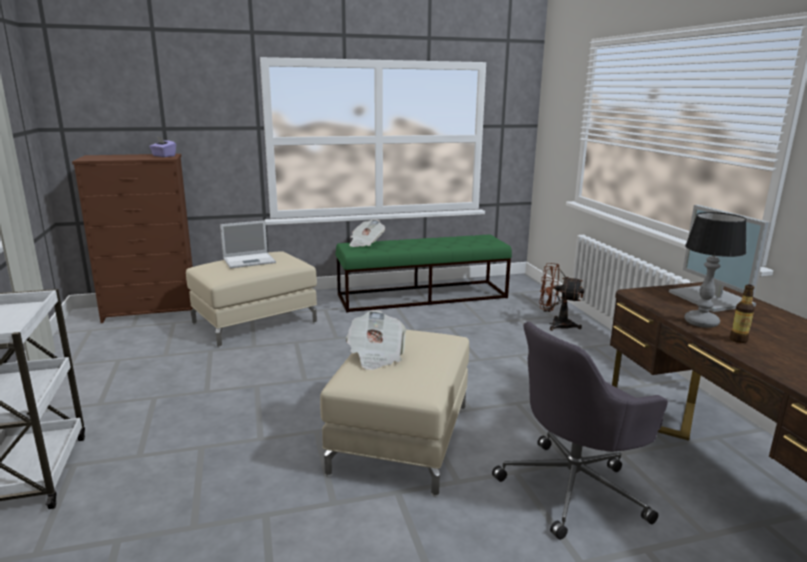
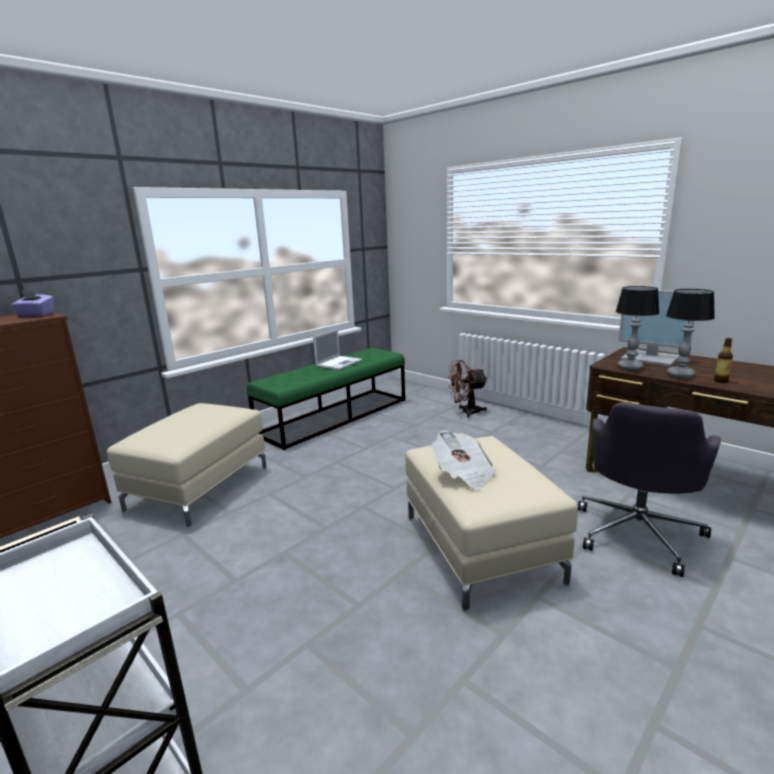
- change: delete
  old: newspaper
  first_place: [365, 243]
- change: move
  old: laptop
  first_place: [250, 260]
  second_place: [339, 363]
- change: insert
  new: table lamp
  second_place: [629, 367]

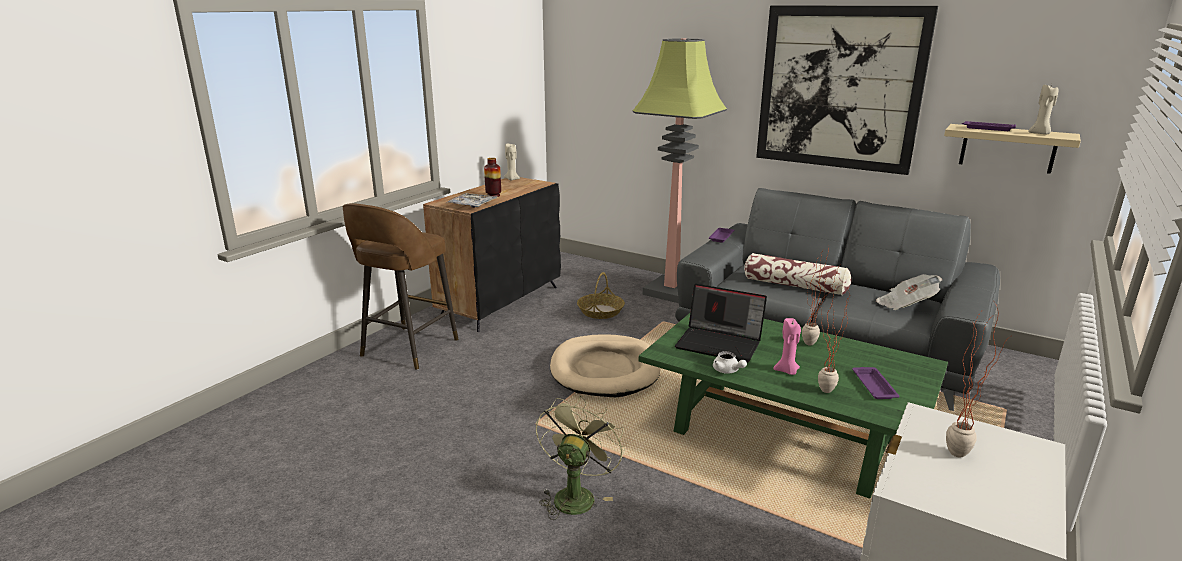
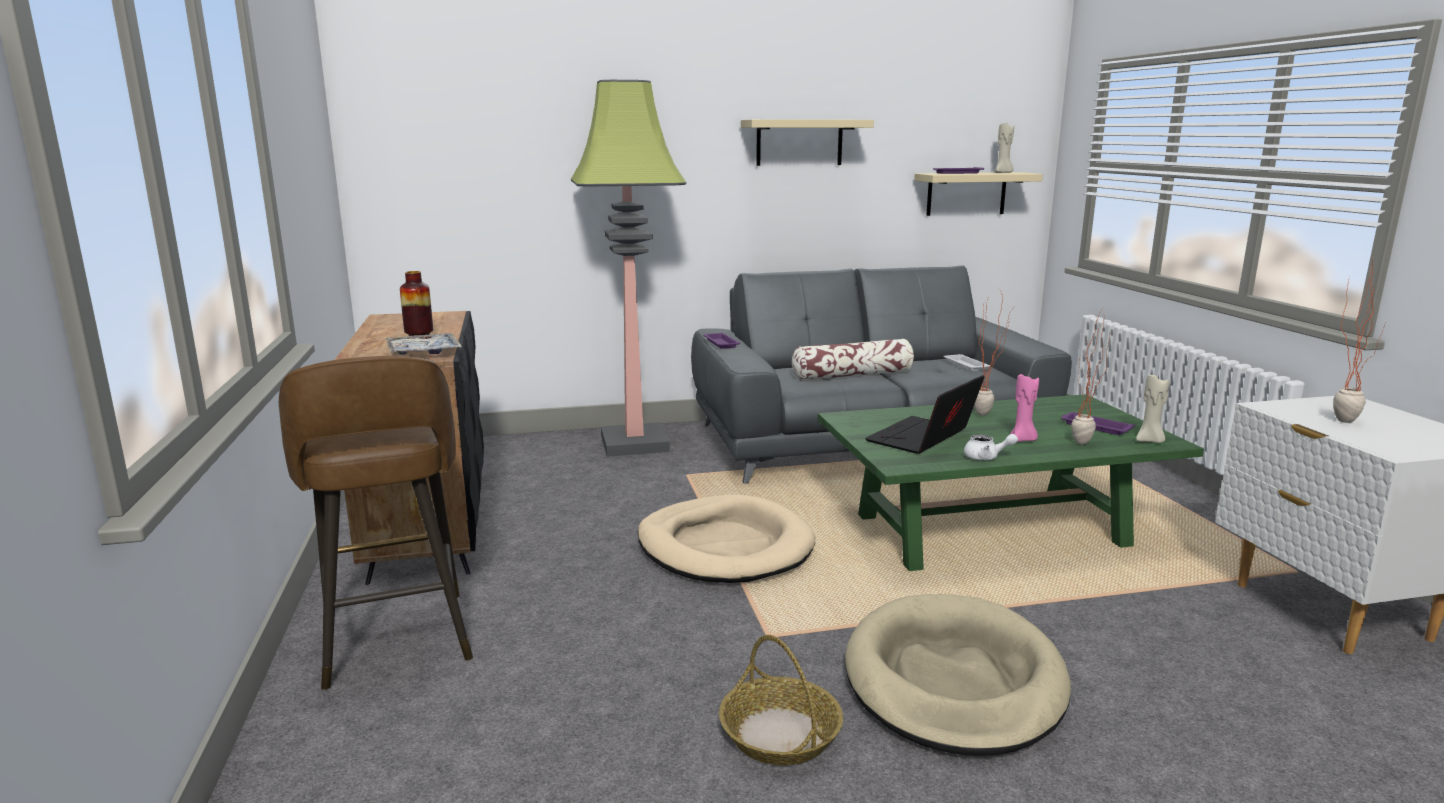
- change: replace
  old: picture
  new: shelf/beige
  first_place: [839, 88]
  second_place: [799, 142]
- change: move
  old: candle/beige
  first_place: [511, 179]
  second_place: [1149, 441]
- change: move
  old: basket
  first_place: [600, 311]
  second_place: [779, 734]
- change: replace
  old: newspaper
  new: tray/white
  first_place: [905, 305]
  second_place: [965, 365]
- change: rotate
  old: laptop
  first_place: [720, 343]
  second_place: [923, 439]
  degrees: 150
- change: replace
  old: fan/green
  new: dog bed/beige
  first_place: [576, 494]
  second_place: [953, 680]

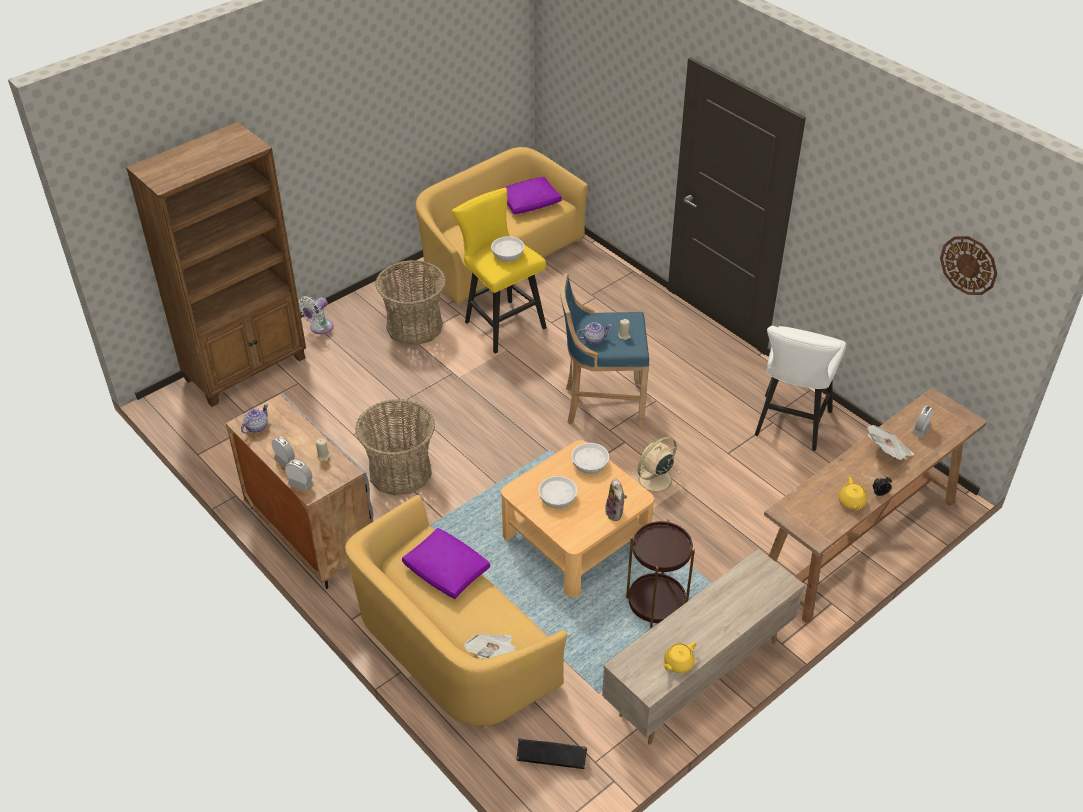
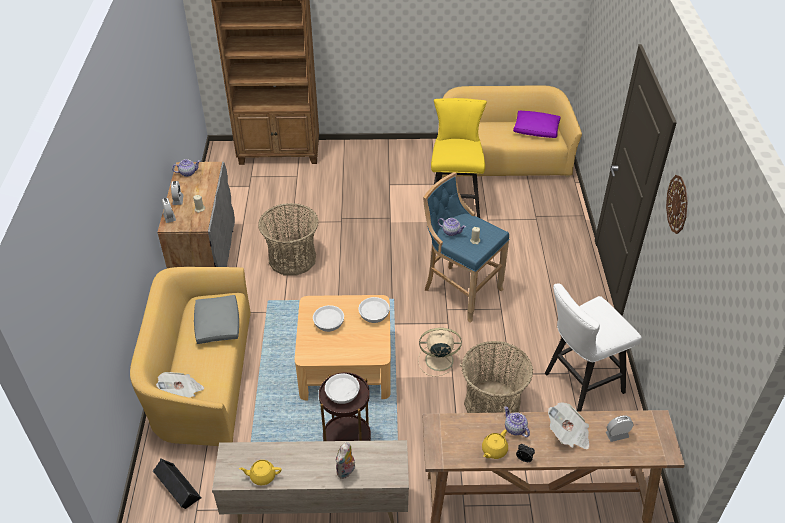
- change: move
  old: bowl/white
  first_place: [507, 255]
  second_place: [342, 394]
- change: move
  old: wall clock
  first_place: [969, 265]
  second_place: [677, 204]
- change: move
  old: basket
  first_place: [414, 326]
  second_place: [492, 404]
- change: delete
  old: fan/white
  first_place: [319, 328]
- change: move
  old: plush toy
  first_place: [616, 513]
  second_place: [346, 471]
- change: recolor
  old: pillow/purple
  new: pillow/grey
  first_place: [446, 570]
  second_place: [217, 324]
- change: insert
  new: teapot
  second_place: [514, 428]

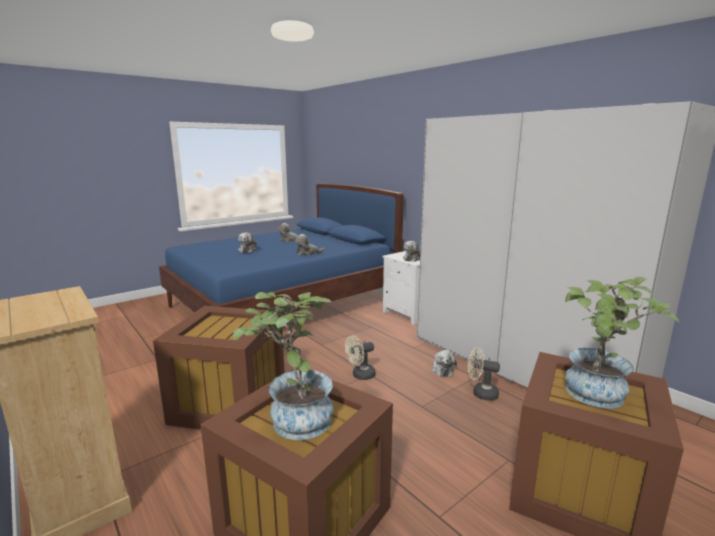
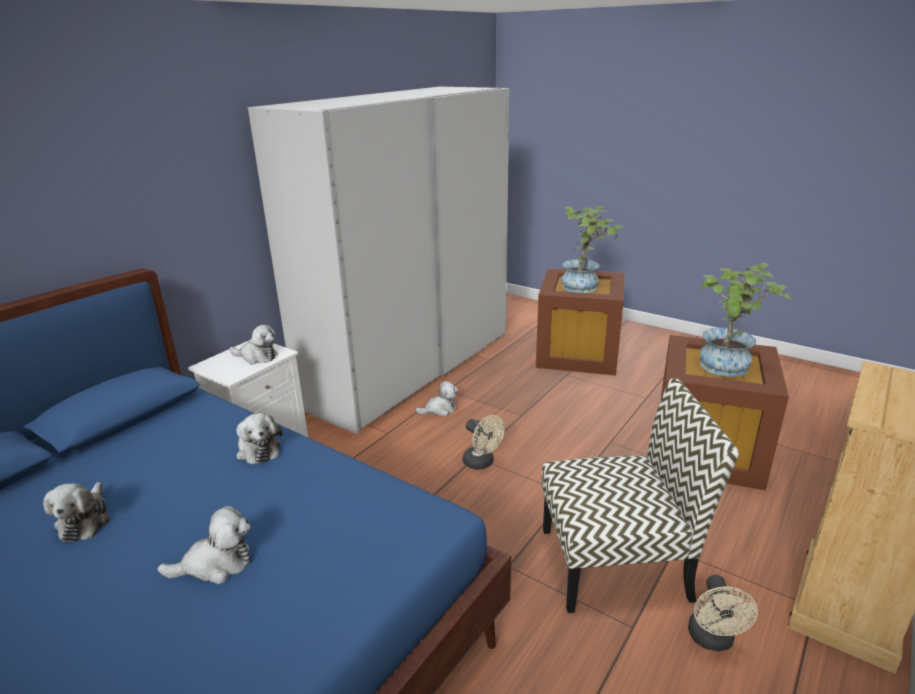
- change: replace
  old: storage box/brown
  new: chair
  first_place: [227, 404]
  second_place: [617, 562]
- change: move
  old: fan/beige
  first_place: [481, 393]
  second_place: [712, 640]

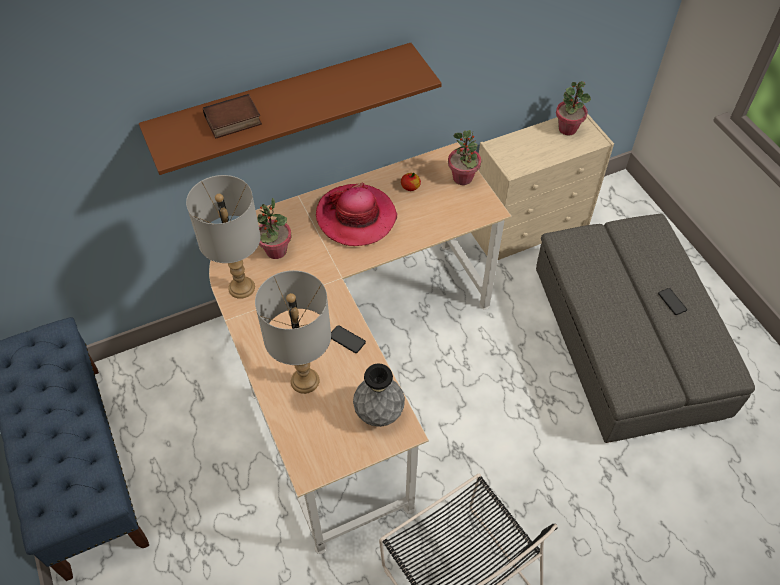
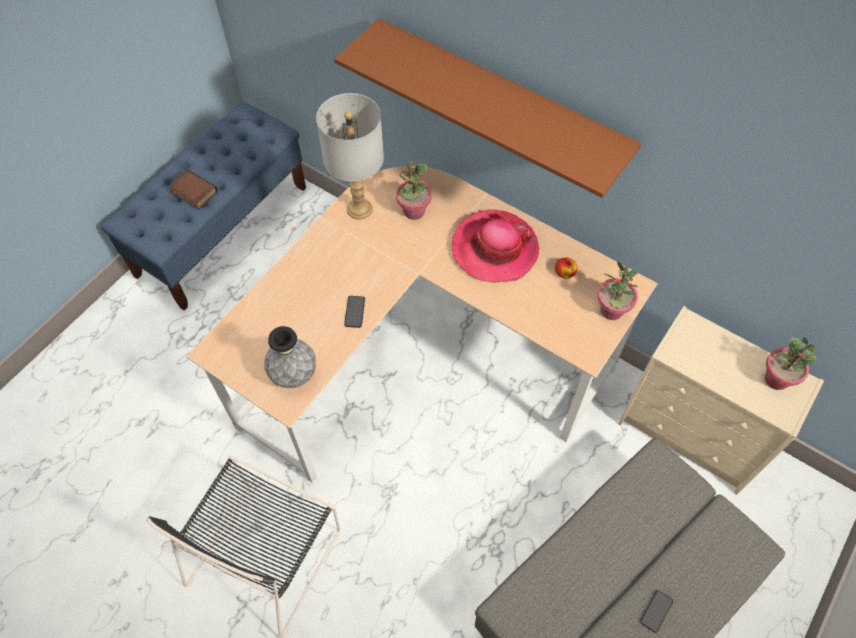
- change: move
  old: book
  first_place: [232, 122]
  second_place: [193, 192]
- change: delete
  old: table lamp/grey
  first_place: [305, 381]

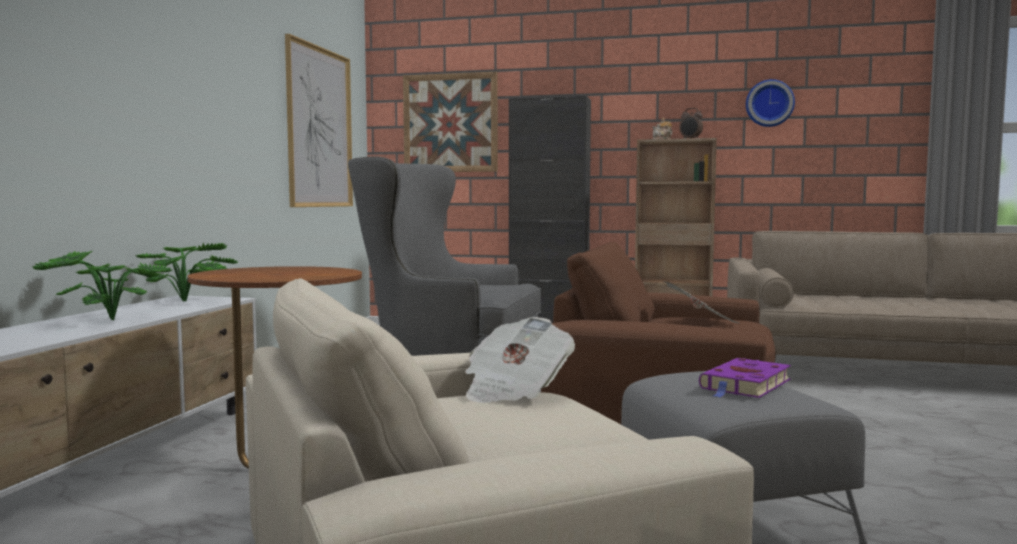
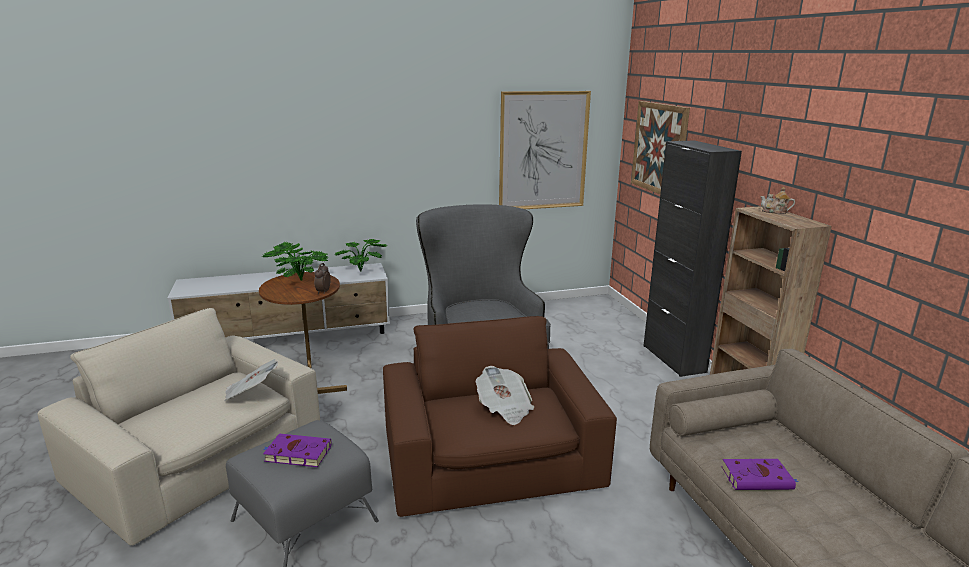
- change: delete
  old: wall clock
  first_place: [769, 103]
- change: move
  old: alarm clock
  first_place: [690, 139]
  second_place: [323, 292]
- change: insert
  new: potted plant
  second_place: [299, 279]
- change: insert
  new: book/purple
  second_place: [758, 478]

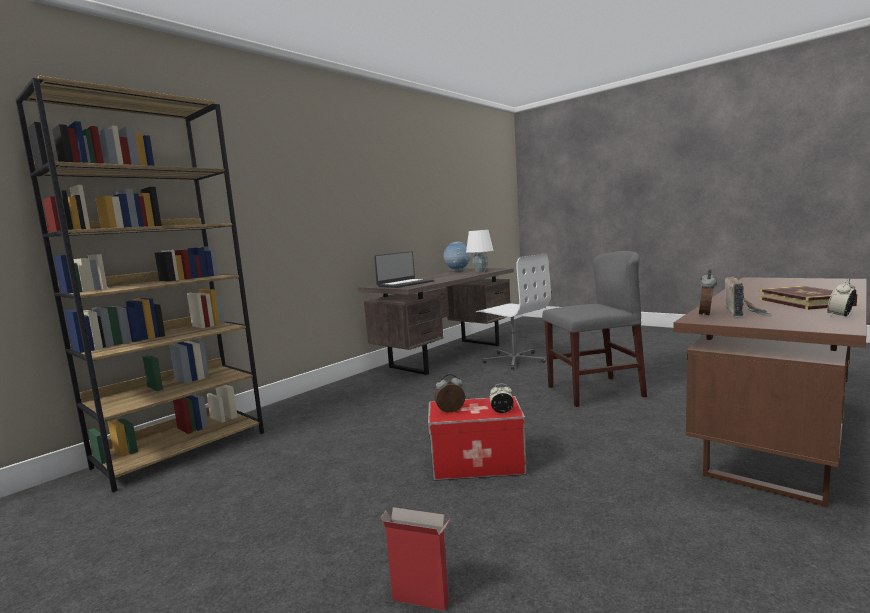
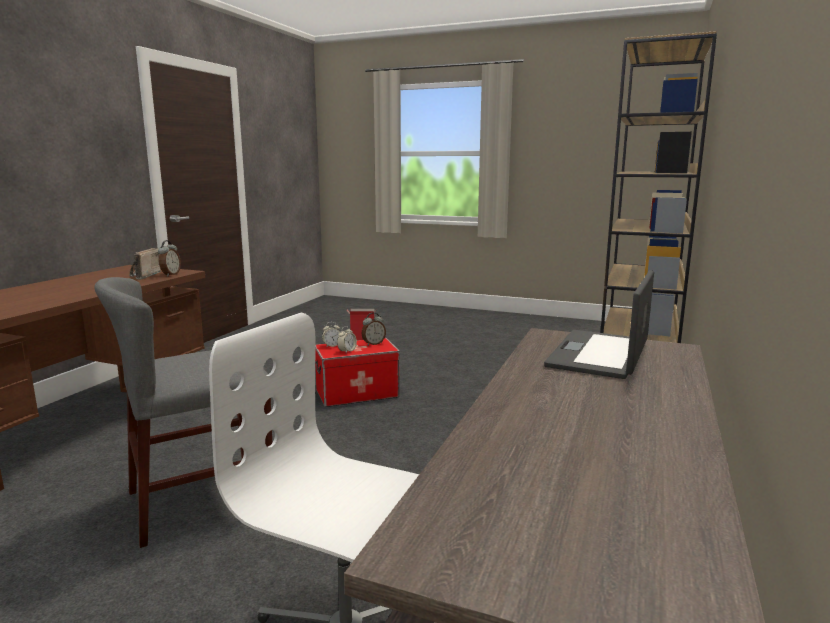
- change: delete
  old: table lamp/white
  first_place: [480, 271]
- change: delete
  old: globe
  first_place: [458, 271]
- change: move
  old: alarm clock
  first_place: [840, 316]
  second_place: [347, 351]
- change: delete
  old: book
  first_place: [804, 302]

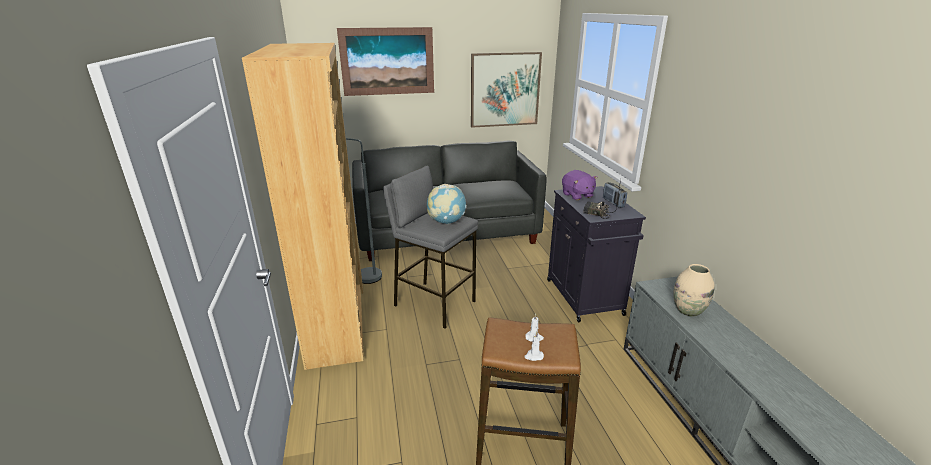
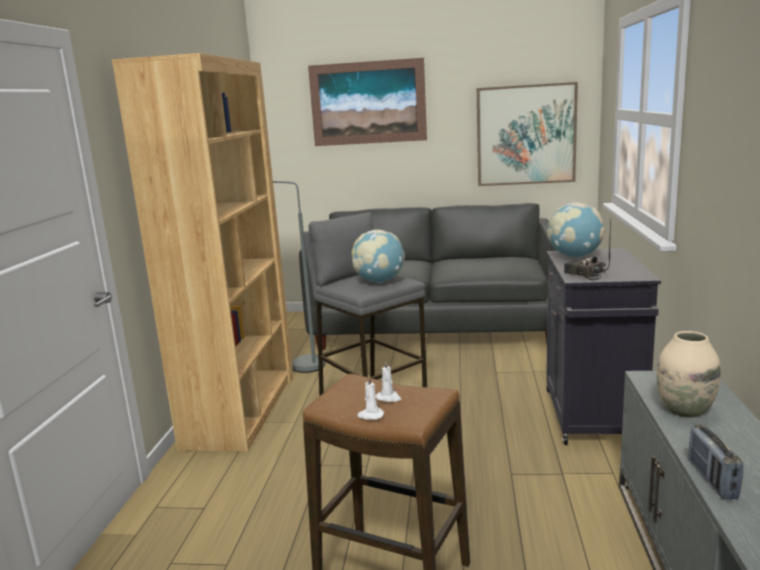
- change: replace
  old: plush toy/purple
  new: globe
  first_place: [577, 195]
  second_place: [575, 256]
- change: move
  old: radio
  first_place: [613, 203]
  second_place: [712, 479]

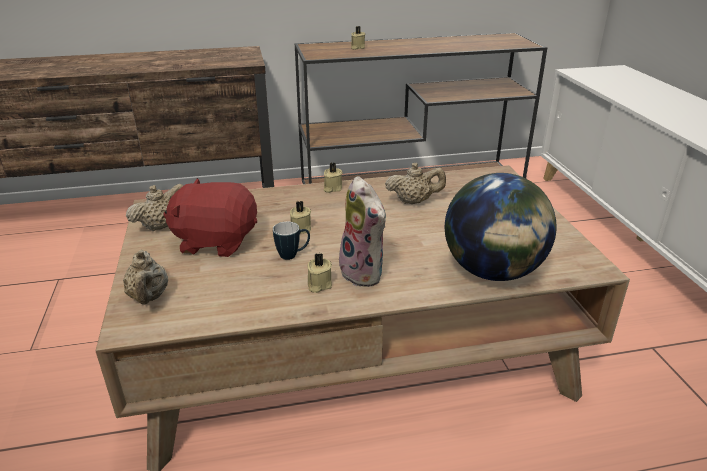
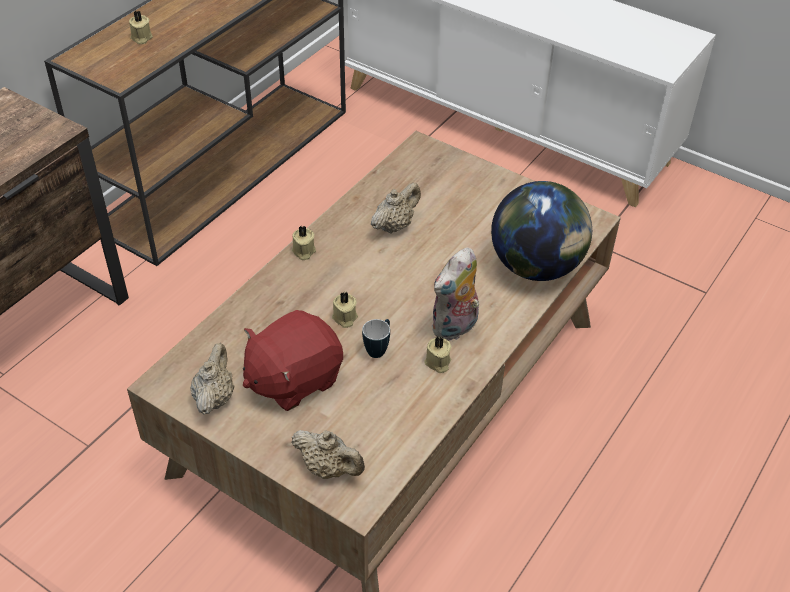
- change: rotate
  old: plush toy
  first_place: [365, 273]
  second_place: [455, 328]
  degrees: 120

